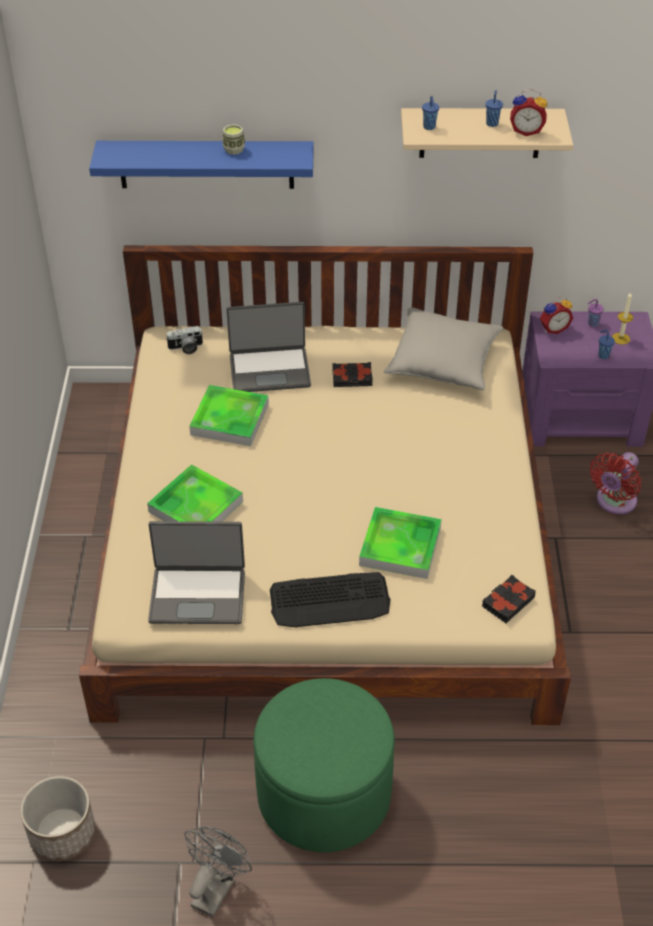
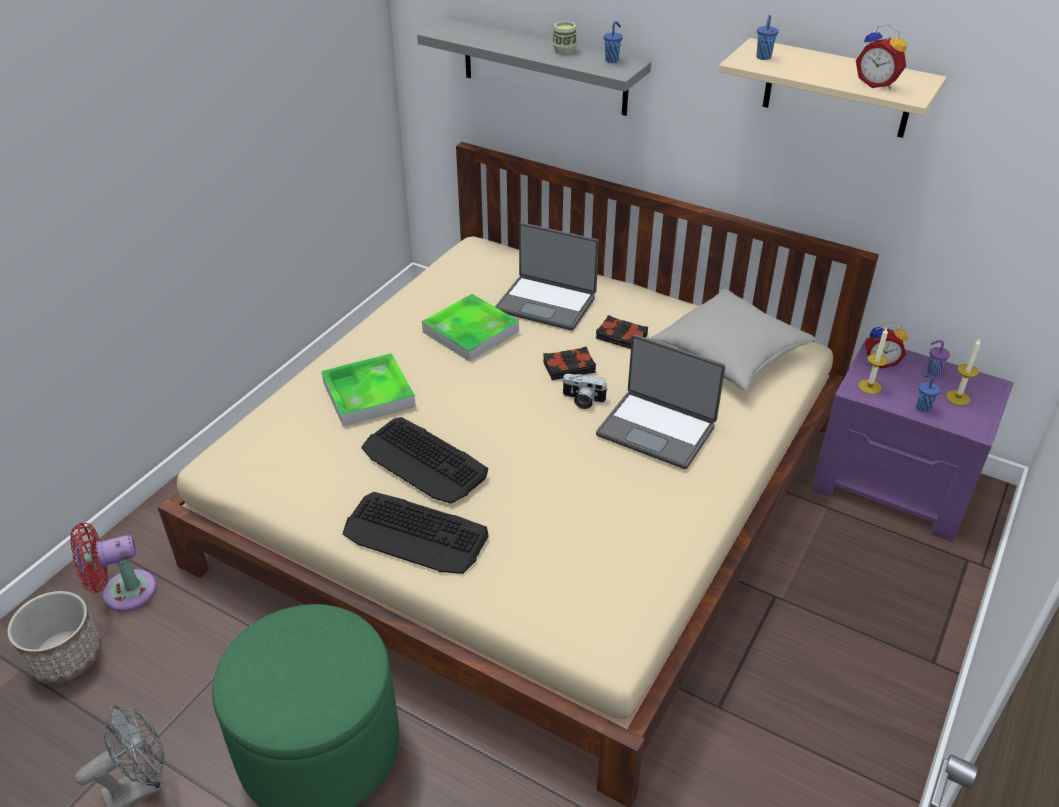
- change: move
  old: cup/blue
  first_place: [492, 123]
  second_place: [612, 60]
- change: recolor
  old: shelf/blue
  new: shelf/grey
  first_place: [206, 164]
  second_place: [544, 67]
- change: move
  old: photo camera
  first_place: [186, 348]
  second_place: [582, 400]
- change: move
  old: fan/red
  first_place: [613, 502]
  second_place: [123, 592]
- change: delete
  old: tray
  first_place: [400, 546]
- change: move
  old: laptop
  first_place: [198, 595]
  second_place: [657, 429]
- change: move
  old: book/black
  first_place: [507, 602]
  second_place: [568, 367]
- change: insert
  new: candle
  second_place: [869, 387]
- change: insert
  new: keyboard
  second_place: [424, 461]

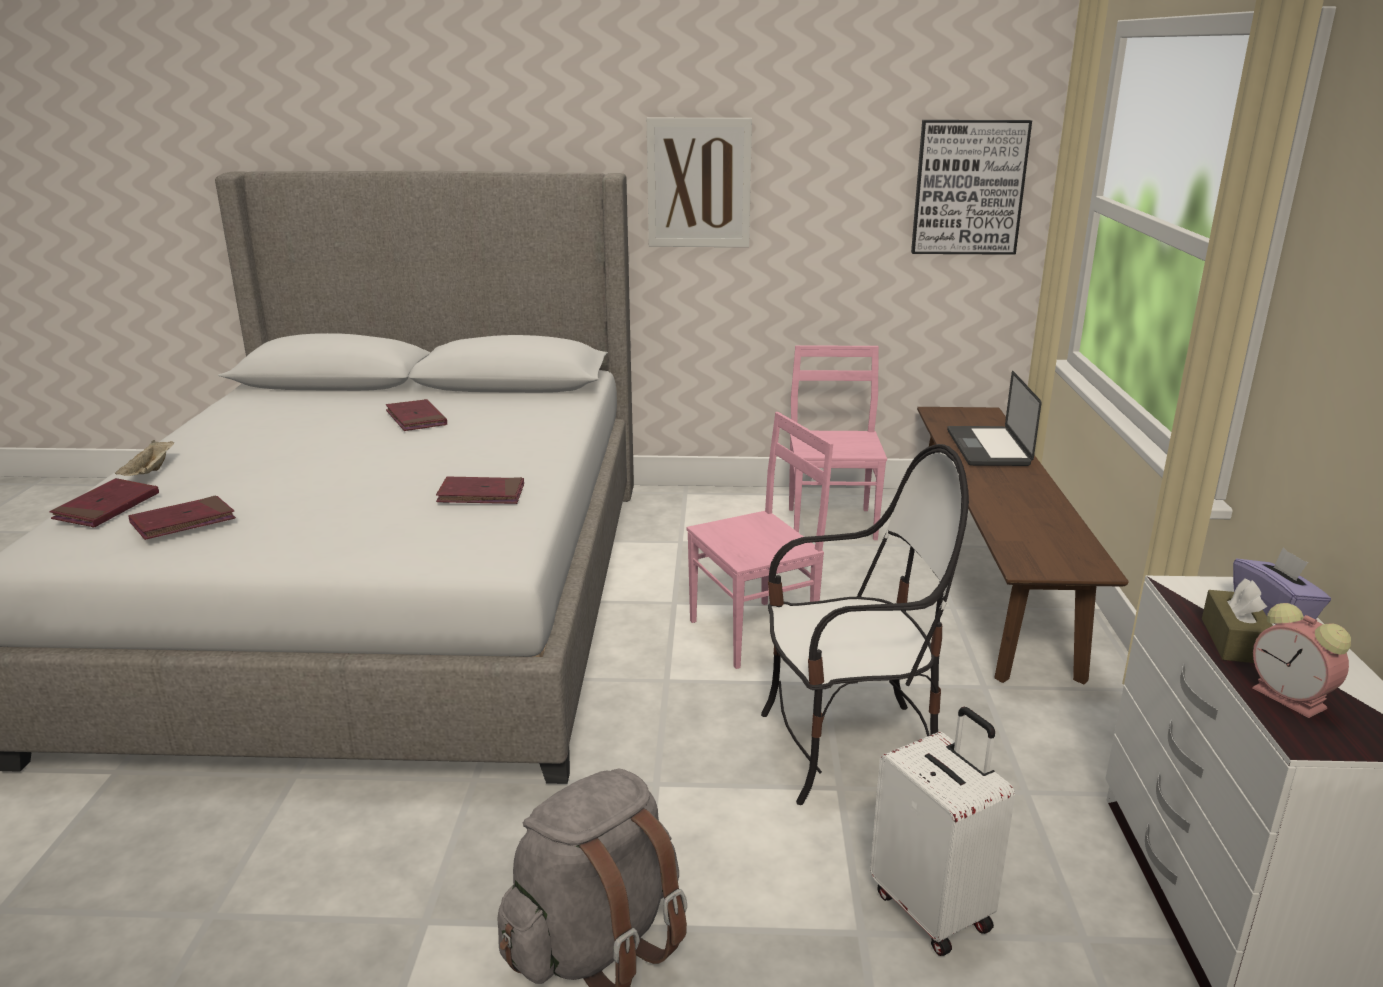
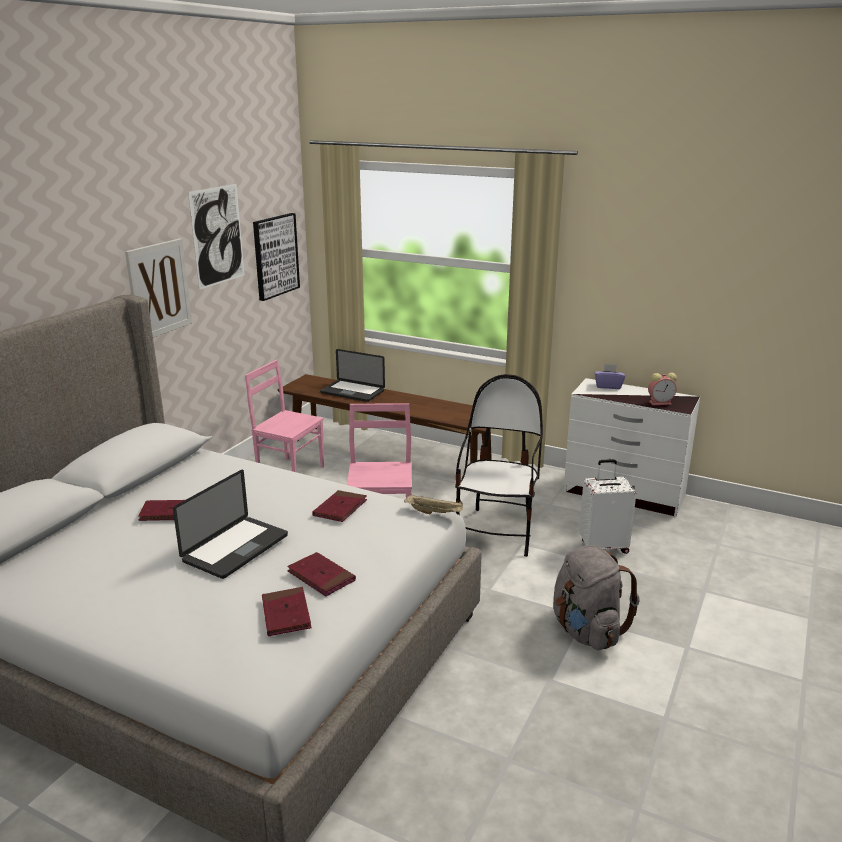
- change: move
  old: tray/beige
  first_place: [150, 473]
  second_place: [435, 512]
- change: move
  old: book/red
  first_place: [107, 507]
  second_place: [321, 577]
- change: delete
  old: tissue box/brown
  first_place: [1234, 641]
- change: insert
  new: picture
  second_place: [217, 236]
- change: insert
  new: laptop
  second_place: [235, 548]

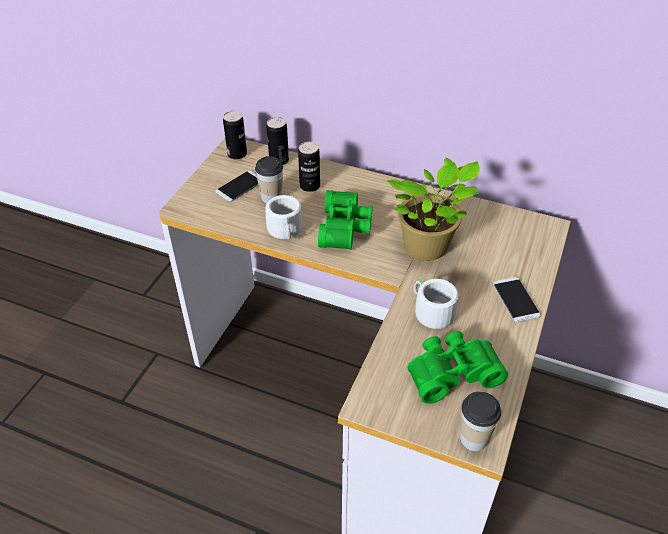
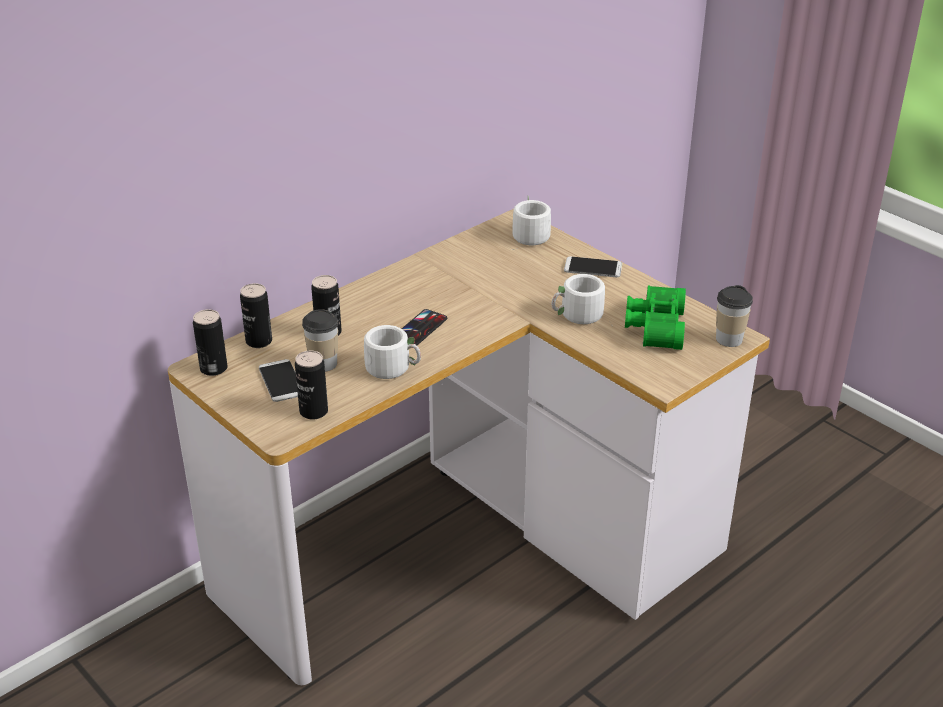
- change: delete
  old: potted plant
  first_place: [428, 248]
- change: replace
  old: binoculars/green
  new: phone
  first_place: [346, 228]
  second_place: [420, 328]
- change: insert
  new: mug/white
  second_place: [528, 235]
- change: insert
  new: can
  second_place: [313, 412]

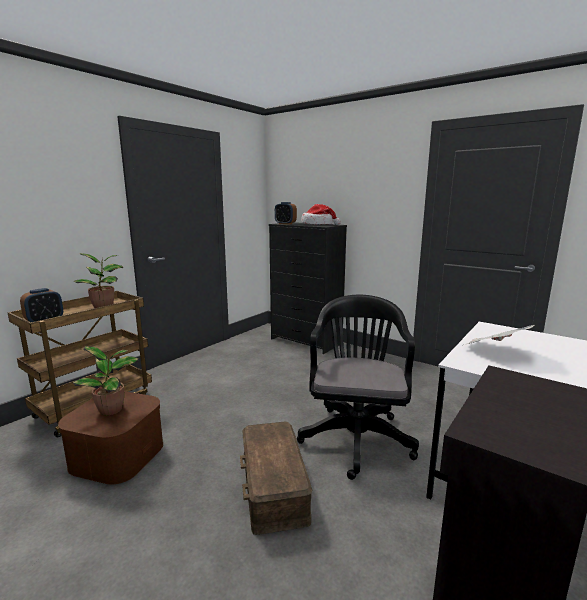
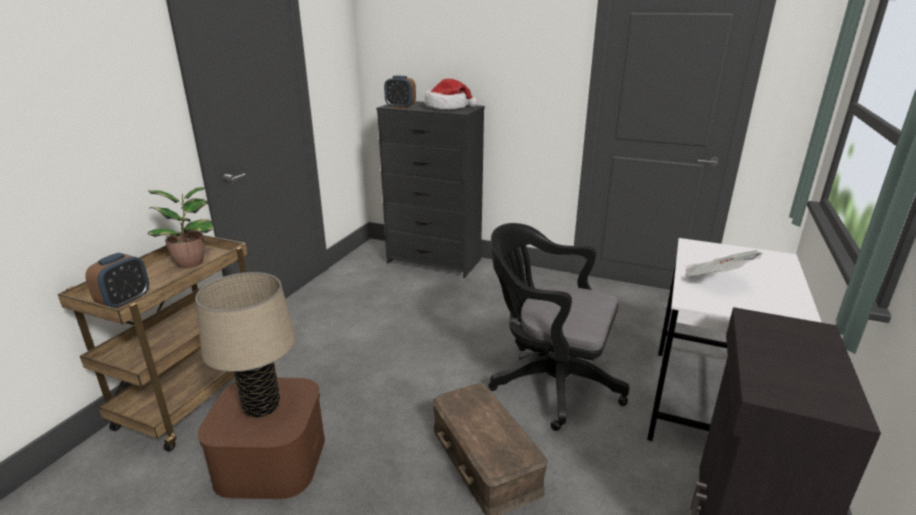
- change: rotate
  old: office chair/black
  first_place: [356, 436]
  second_place: [549, 382]
  degrees: -60
- change: replace
  old: potted plant
  new: table lamp/beige
  first_place: [112, 409]
  second_place: [261, 406]

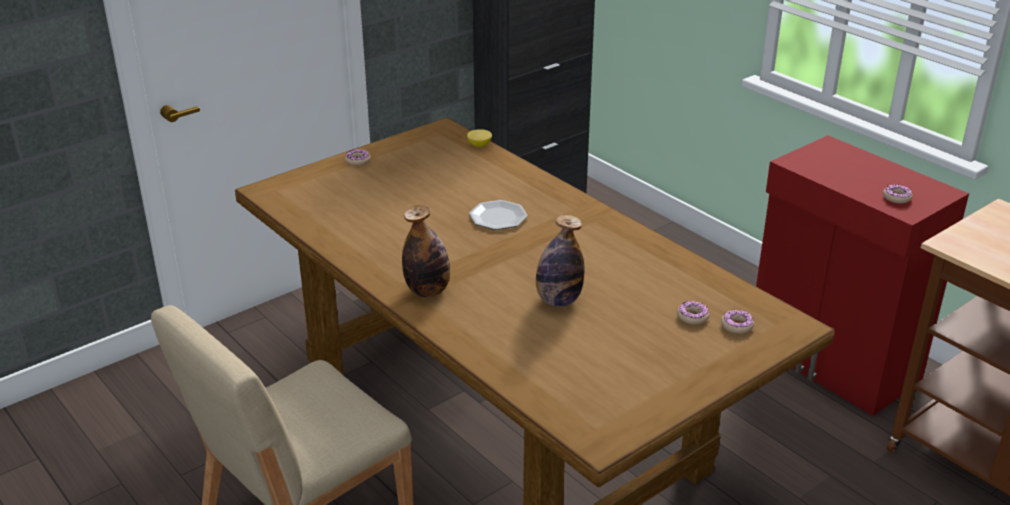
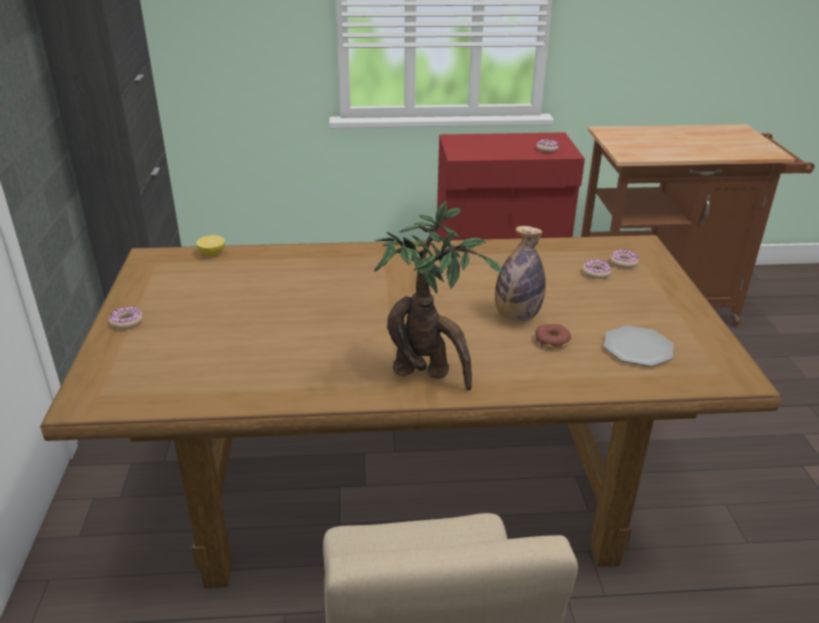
- change: move
  old: plate
  first_place: [498, 217]
  second_place: [637, 348]
- change: replace
  old: bottle
  new: potted plant
  first_place: [428, 291]
  second_place: [428, 374]
- change: insert
  new: donut
  second_place: [552, 341]

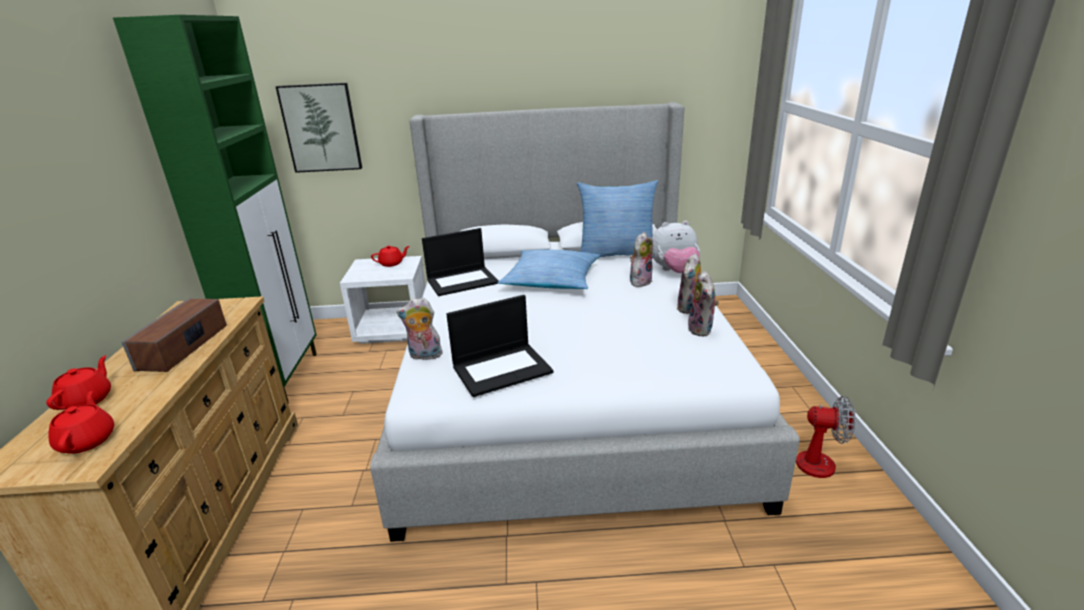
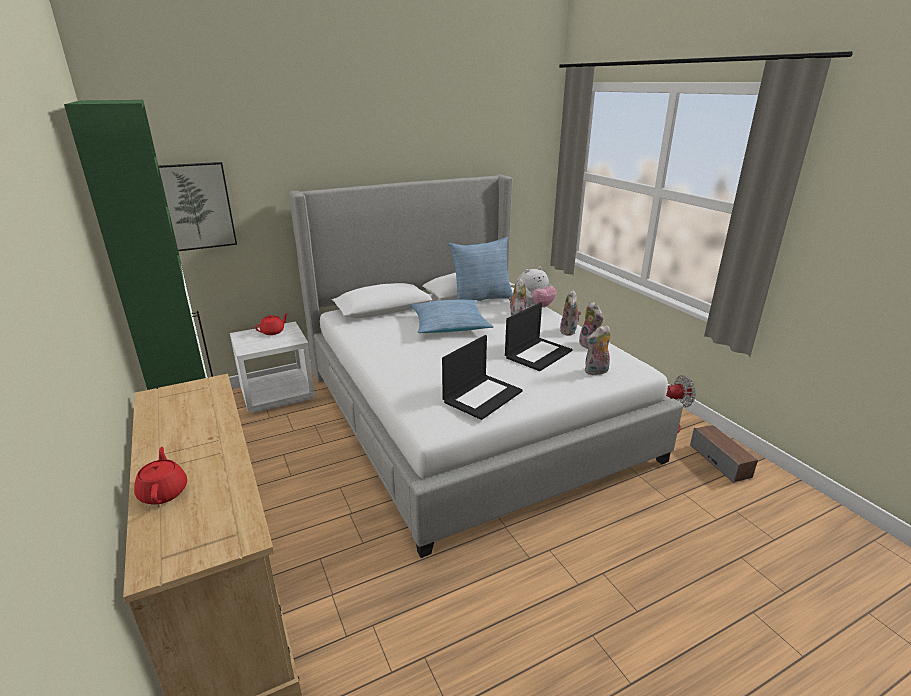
- change: move
  old: laptop
  first_place: [463, 281]
  second_place: [538, 353]
- change: move
  old: plush toy
  first_place: [424, 356]
  second_place: [596, 372]
- change: move
  old: speaker
  first_place: [184, 347]
  second_place: [720, 461]
- change: delete
  old: teapot/red
  first_place: [88, 440]

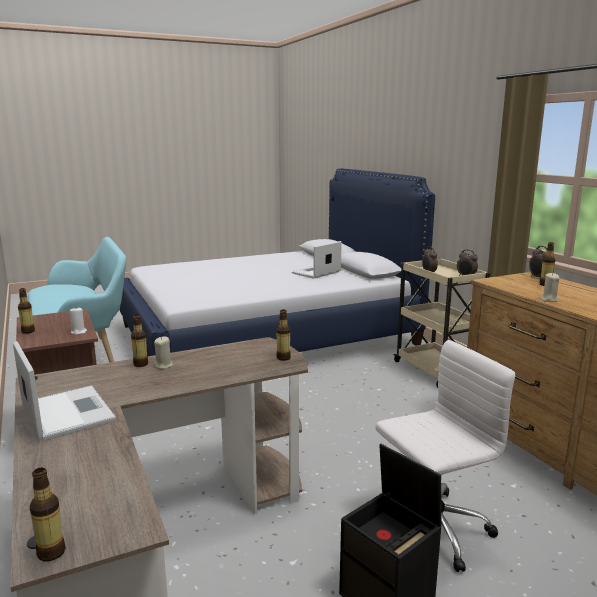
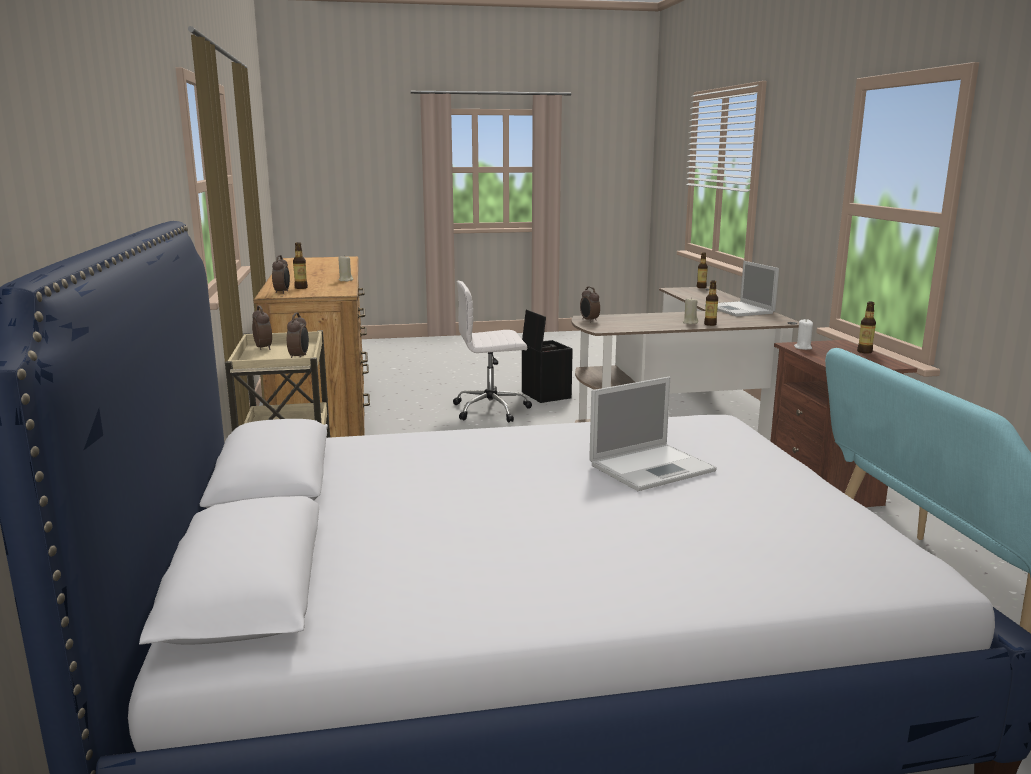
- change: move
  old: laptop
  first_place: [316, 273]
  second_place: [653, 467]
- change: replace
  old: bottle
  new: alarm clock
  first_place: [283, 358]
  second_place: [589, 320]

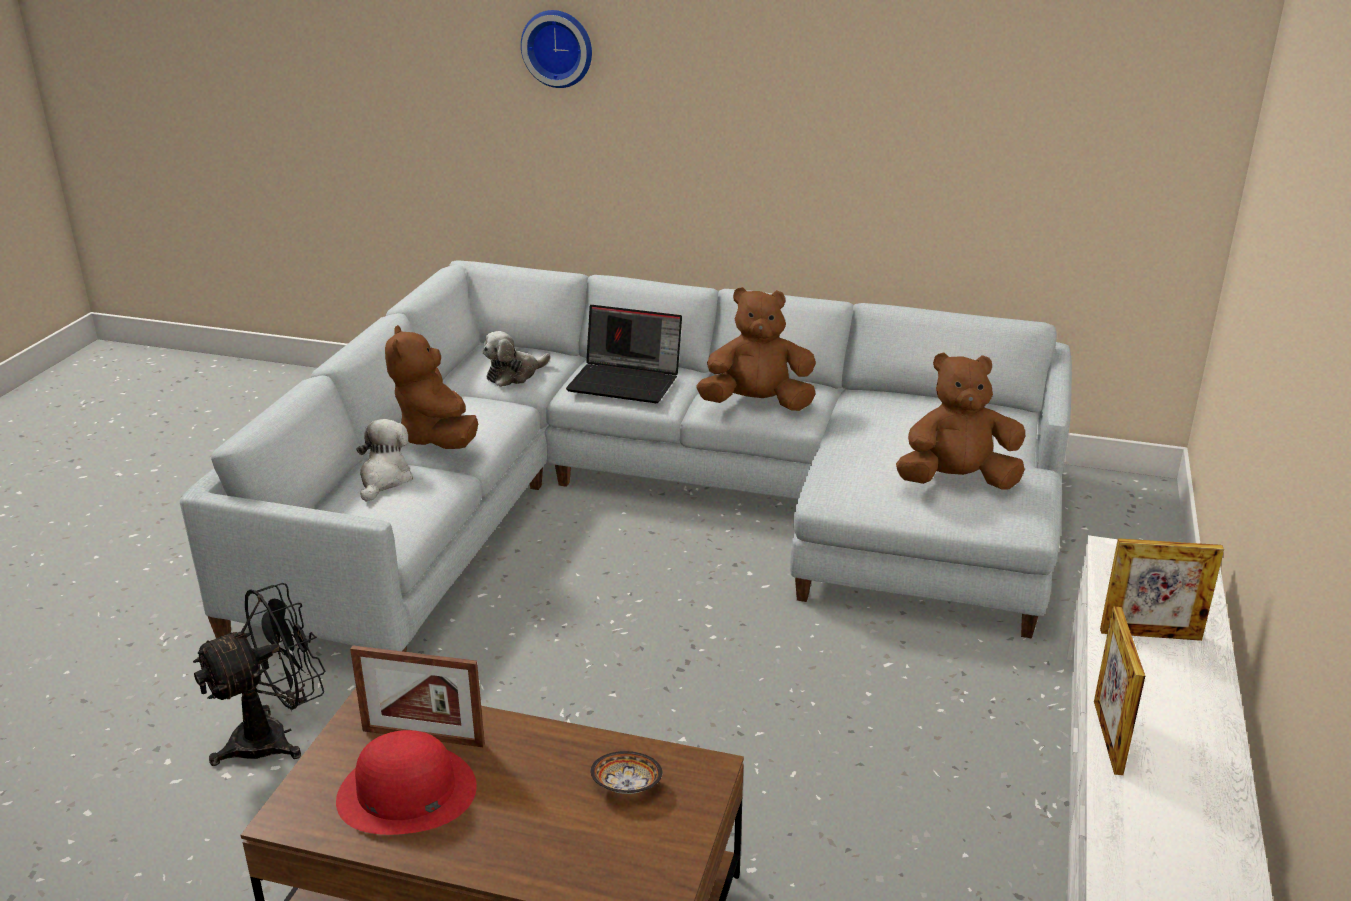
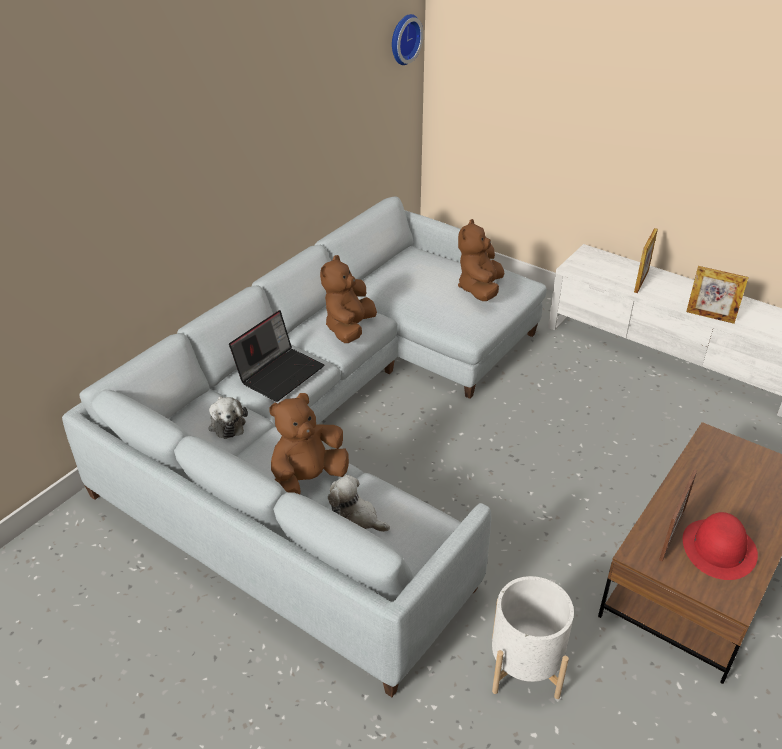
- change: move
  old: wall clock
  first_place: [558, 48]
  second_place: [403, 39]
- change: rotate
  old: plush toy/brown
  first_place: [437, 438]
  second_place: [307, 480]
  degrees: 135
- change: replace
  old: fan/black
  new: planter/white
  first_place: [275, 737]
  second_place: [525, 666]
- change: delete
  old: bowl
  first_place: [627, 787]

